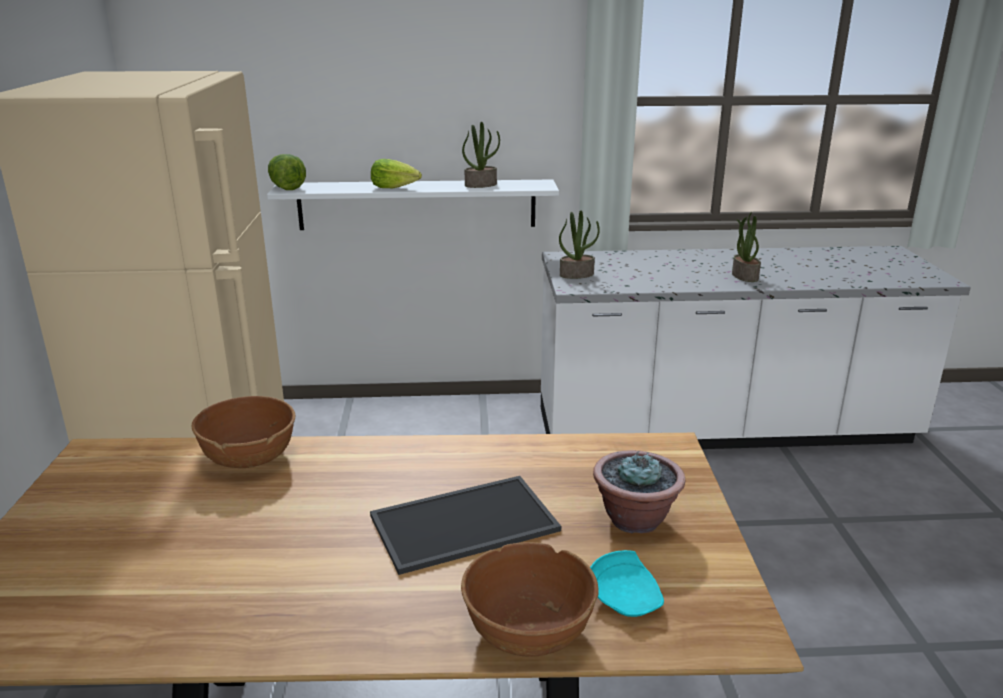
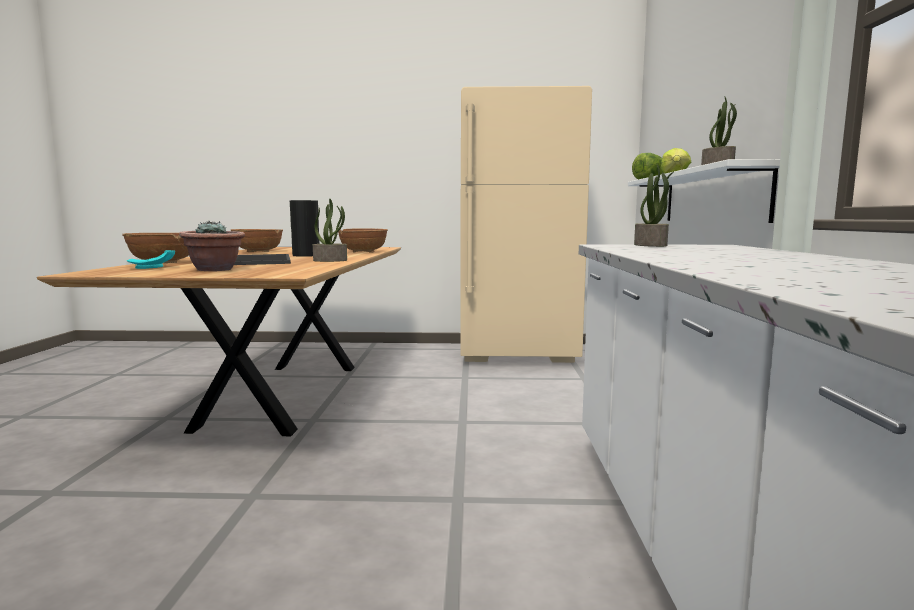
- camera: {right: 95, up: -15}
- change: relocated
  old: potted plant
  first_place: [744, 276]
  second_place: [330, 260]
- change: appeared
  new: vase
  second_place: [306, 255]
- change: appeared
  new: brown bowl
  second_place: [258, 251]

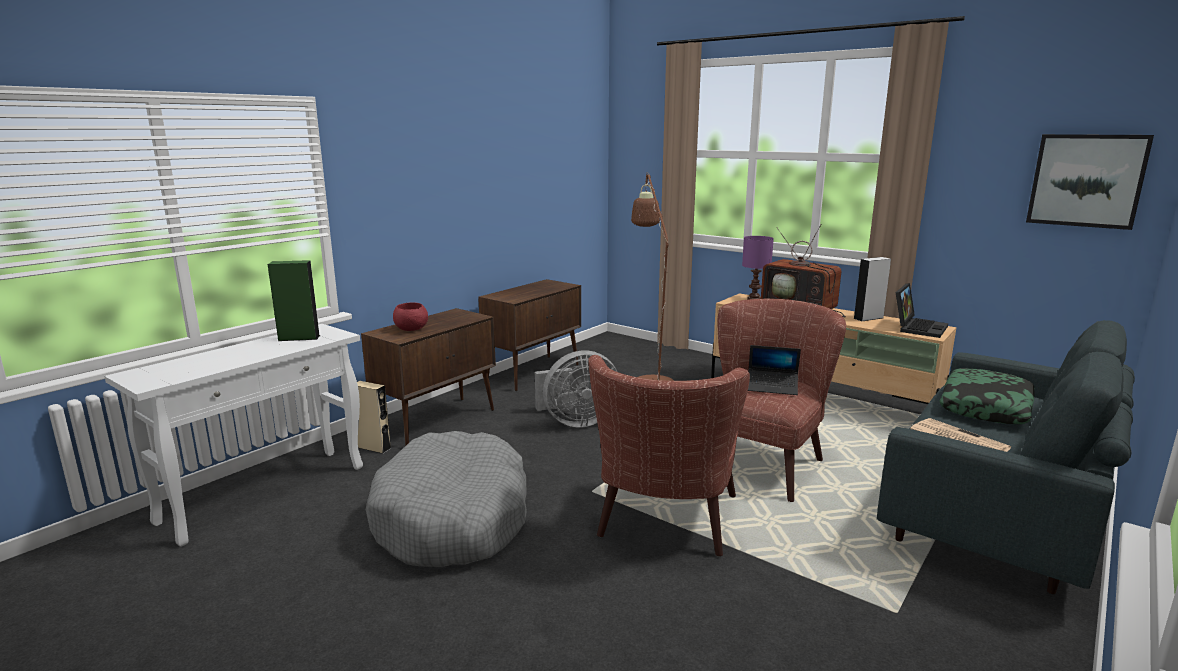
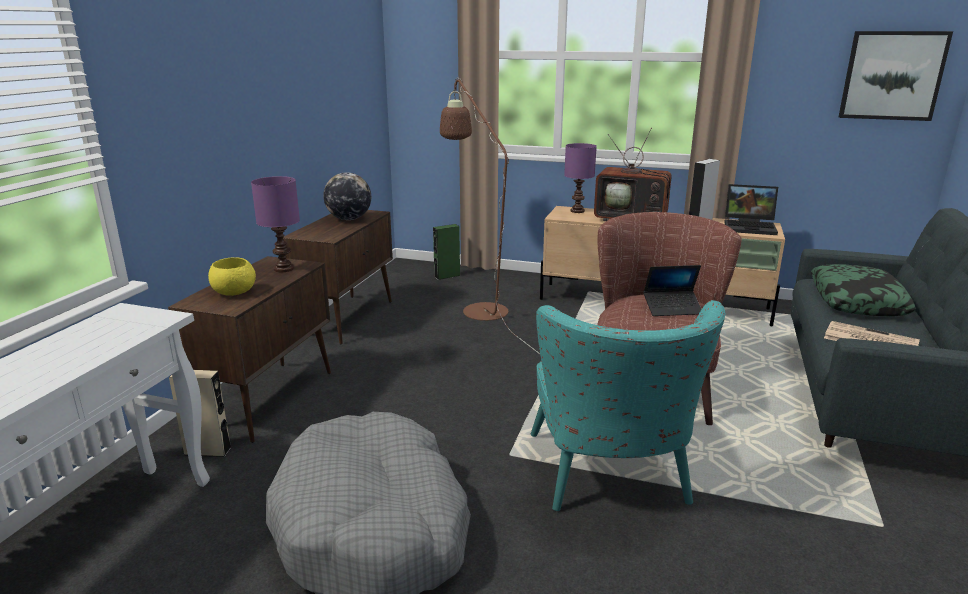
- camera: {right: -20, up: 5}
- change: relocated
  old: green speaker
  first_place: [299, 338]
  second_place: [447, 276]
- change: spun
  old: laptop
  first_place: [918, 327]
  second_place: [751, 227]
  degrees: 90
- change: colour
  old: red bowl
  new: yellow bowl
  first_place: [410, 329]
  second_place: [233, 293]
- change: missing
  old: grey fan
  first_place: [576, 422]
- change: colour
  old: brown armchair
  new: turquoise armchair
  first_place: [663, 525]
  second_place: [610, 479]
- change: appeared
  new: globe
  second_place: [349, 219]
- change: appeared
  new: purple table lamp
  second_place: [283, 269]

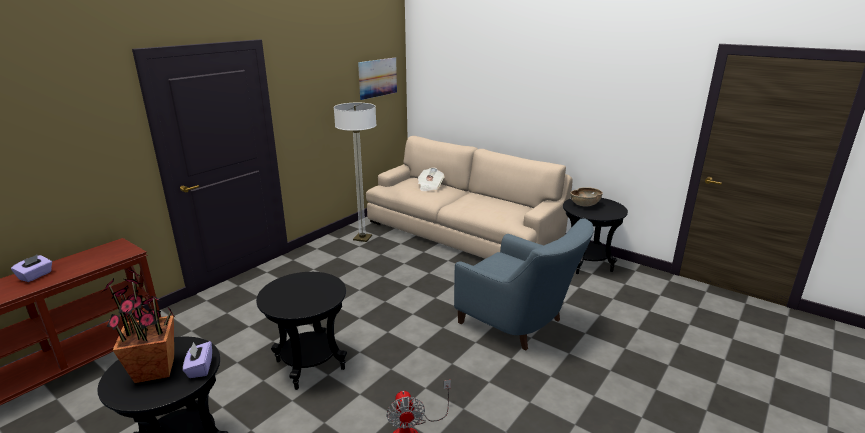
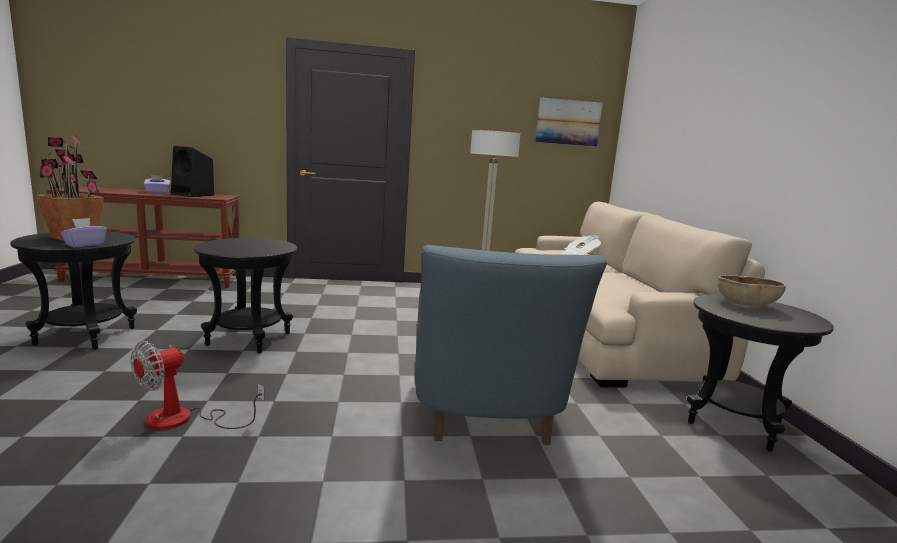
- camera: {right: 45, up: -10}
- change: appeared
  new: black speaker
  second_place: [193, 195]

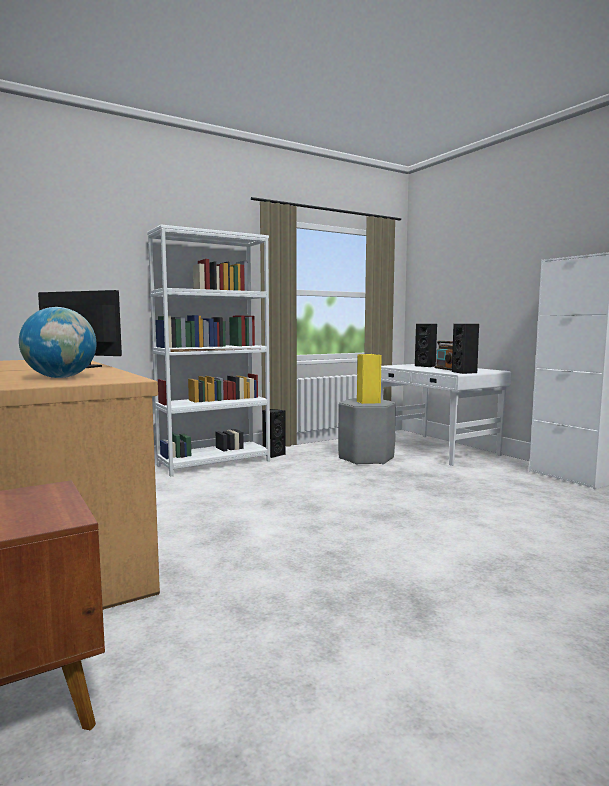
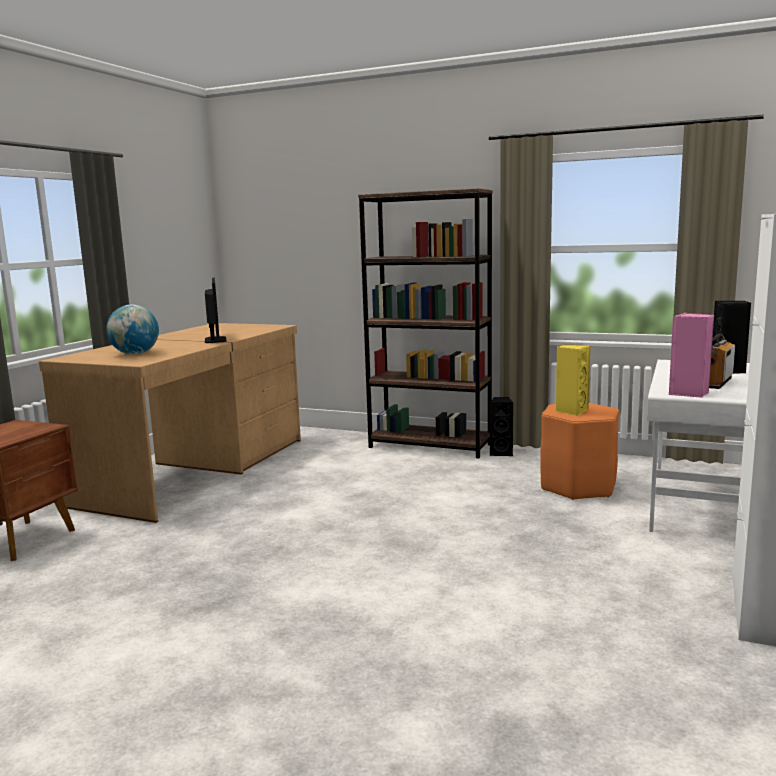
- camera: {right: 55, up: 5}
- change: colour
  old: white bookcase
  new: brown bookcase
  first_place: [214, 463]
  second_place: [430, 446]
- change: colour
  old: black speaker
  new: pink speaker
  first_place: [465, 372]
  second_place: [689, 393]
- change: colour
  old: grey stool
  new: orange stool
  first_place: [365, 458]
  second_place: [578, 487]

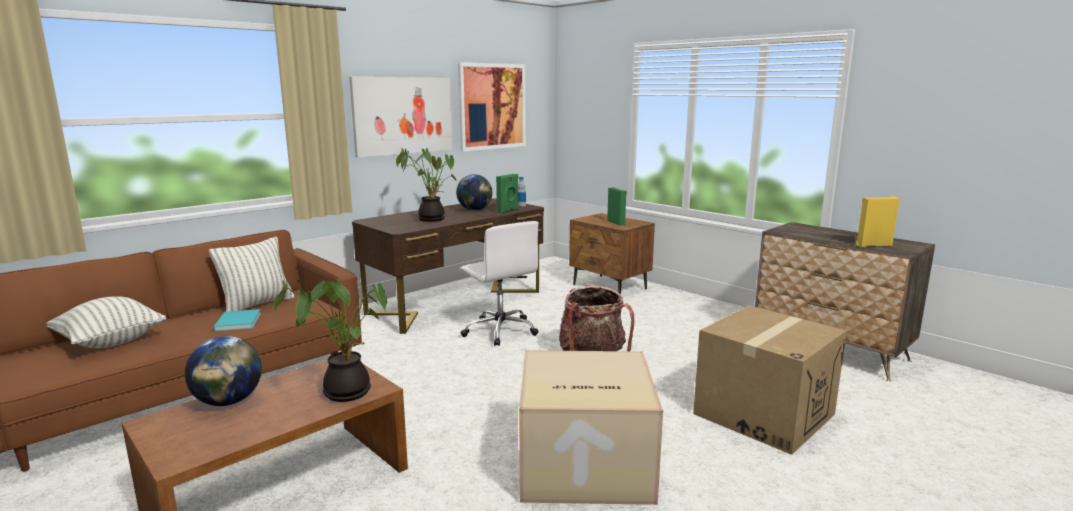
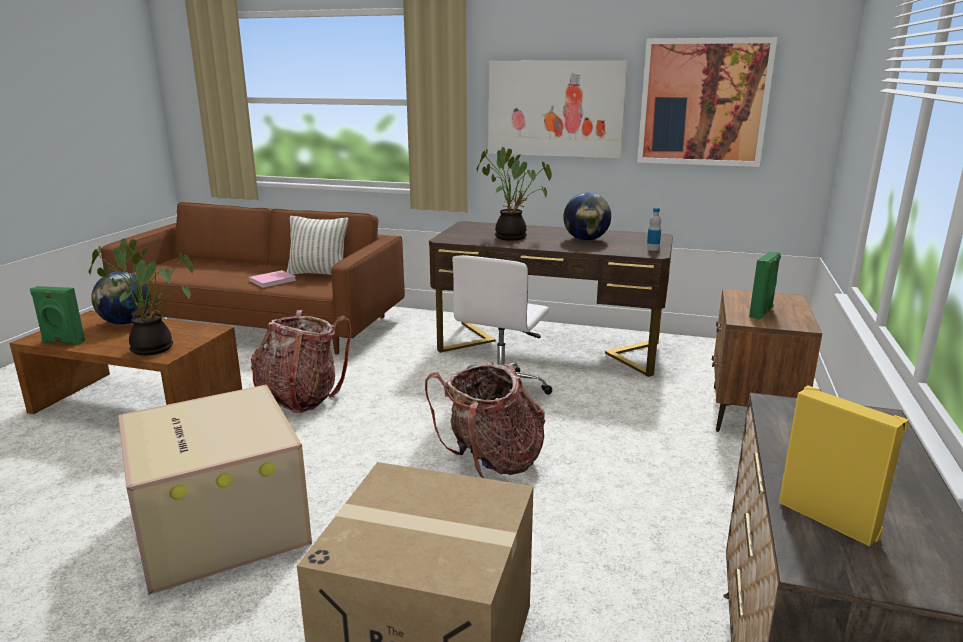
- camera: {right: 60, up: 5}
- change: relocated
  old: green speaker
  first_place: [508, 211]
  second_place: [62, 342]
- change: missing
  old: pillow
  first_place: [110, 342]
- change: colour
  old: turquoise book
  new: pink book
  first_place: [238, 321]
  second_place: [274, 280]
- change: appeared
  new: backpack
  second_place: [300, 397]

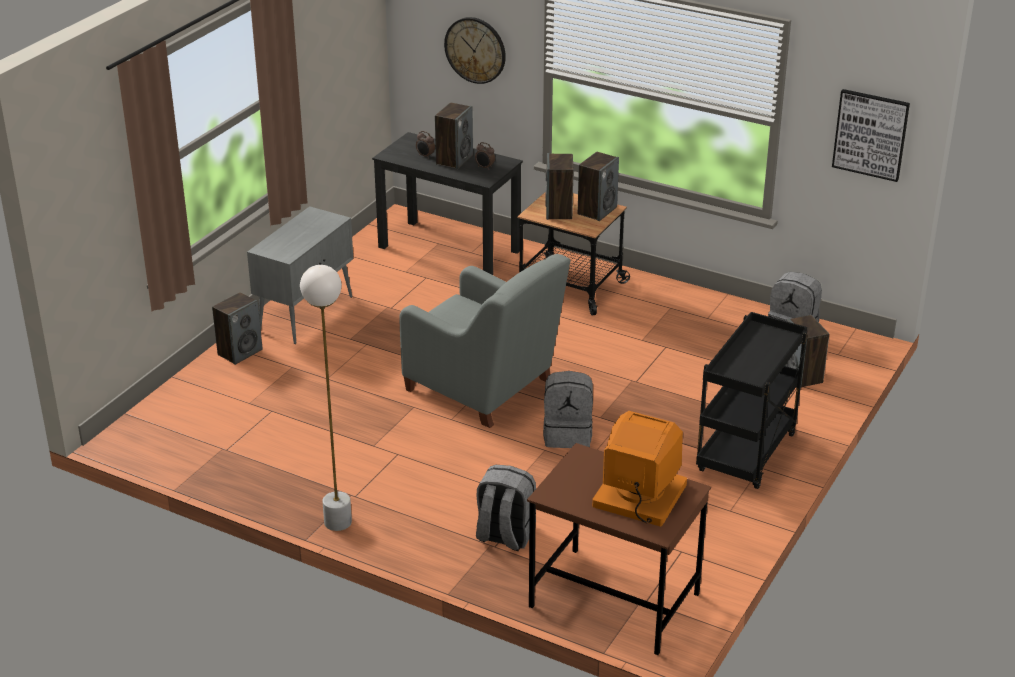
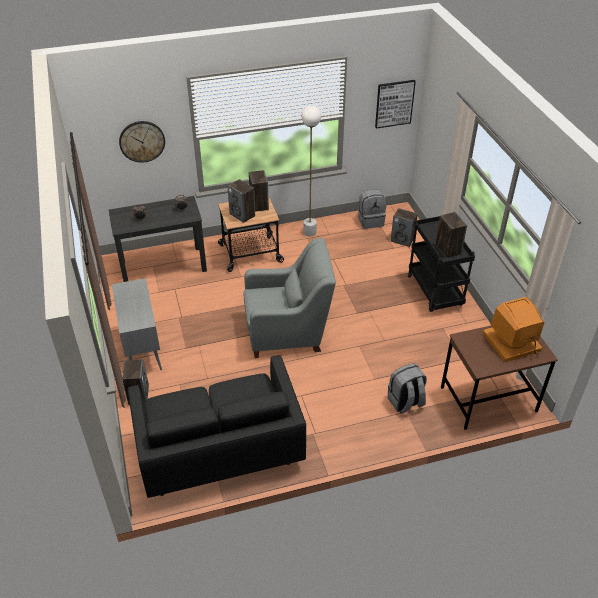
- camera: {right: -45, up: 10}
- change: relocated
  old: speaker
  first_place: [454, 160]
  second_place: [447, 249]
- change: relocated
  old: white floor lamp
  first_place: [337, 522]
  second_place: [309, 232]
- change: missing
  old: grey backpack
  first_place: [568, 435]
- change: appeared
  new: black sofa
  second_place: [219, 450]

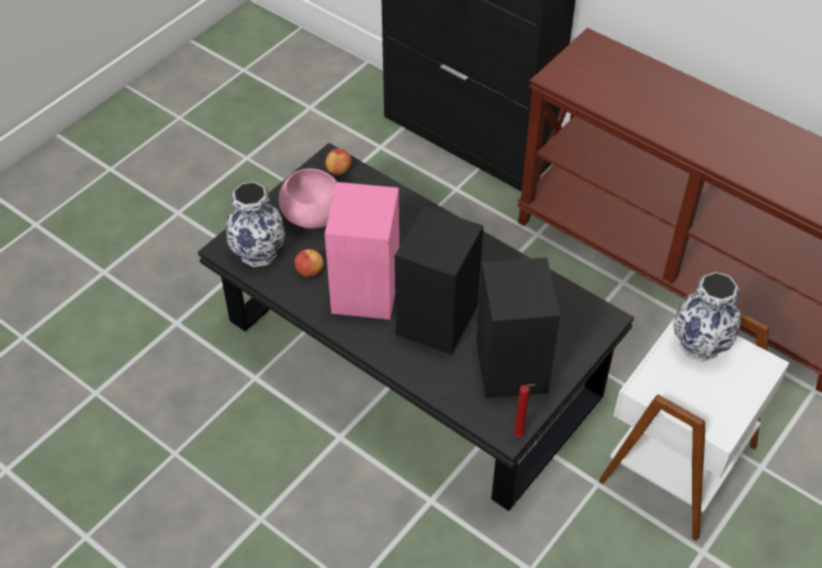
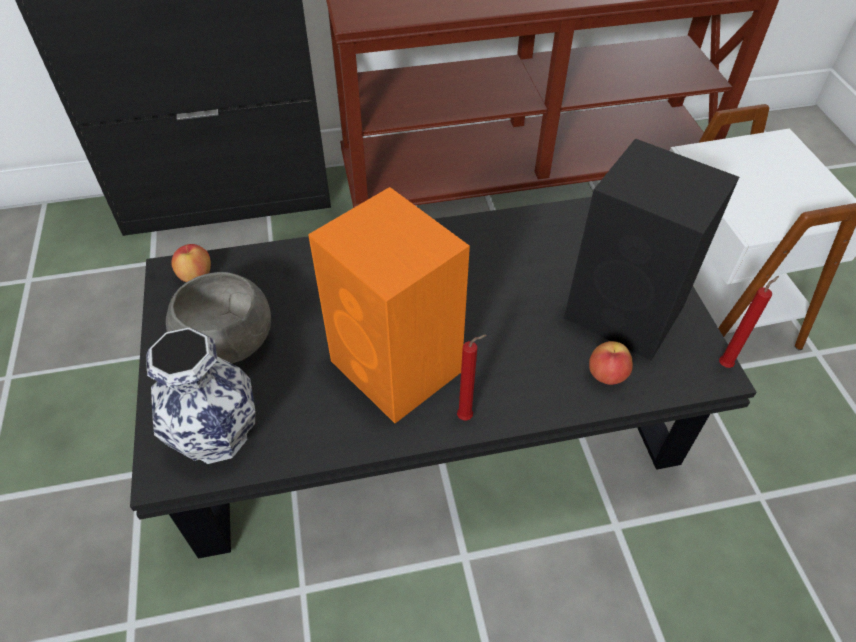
- camera: {right: -50, up: 0}
- change: colour
  old: pink bowl
  new: grey bowl
  first_place: [313, 215]
  second_place: [228, 341]
- change: colour
  old: pink speaker
  new: orange speaker
  first_place: [365, 292]
  second_place: [398, 368]
- change: missing
  old: black speaker
  first_place: [438, 318]
- change: relocated
  old: apple
  first_place: [309, 271]
  second_place: [606, 375]
- change: missing
  old: vase
  first_place: [698, 345]
- change: appeared
  new: red candle
  second_place: [467, 417]

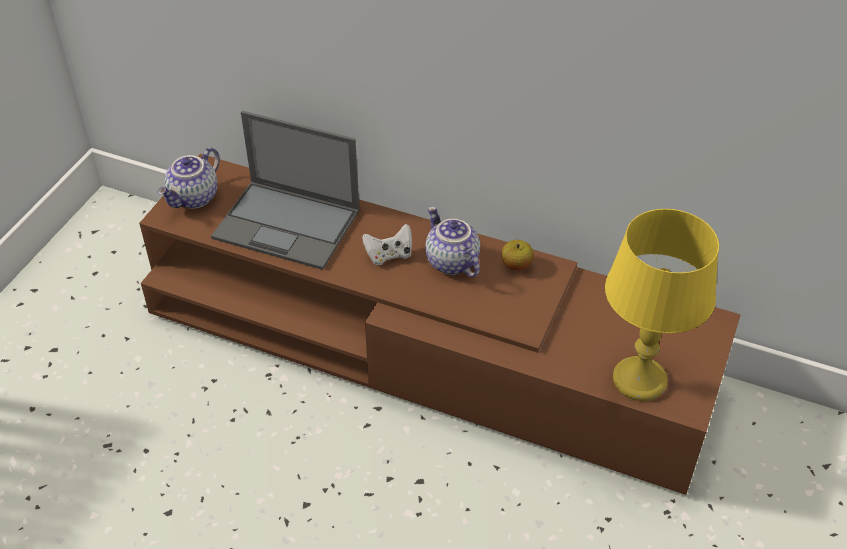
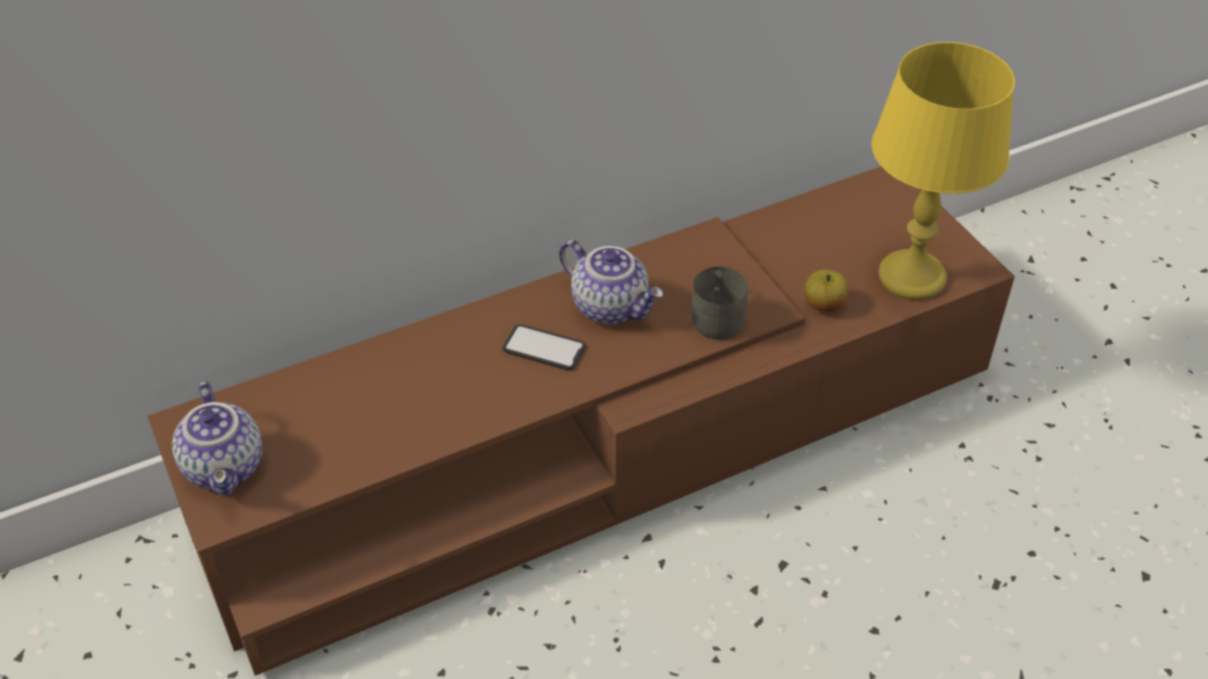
- camera: {right: -50, up: 0}
- change: missing
  old: laptop
  first_place: [288, 224]
- change: spun
  old: teapot
  first_place: [450, 262]
  second_place: [611, 306]
  degrees: -150
- change: exchanged
  old: white game controller
  new: phone
  first_place: [389, 255]
  second_place: [544, 348]
- change: relocated
  old: apple
  first_place: [516, 265]
  second_place: [824, 305]
- change: appeared
  new: grey mug
  second_place: [718, 316]

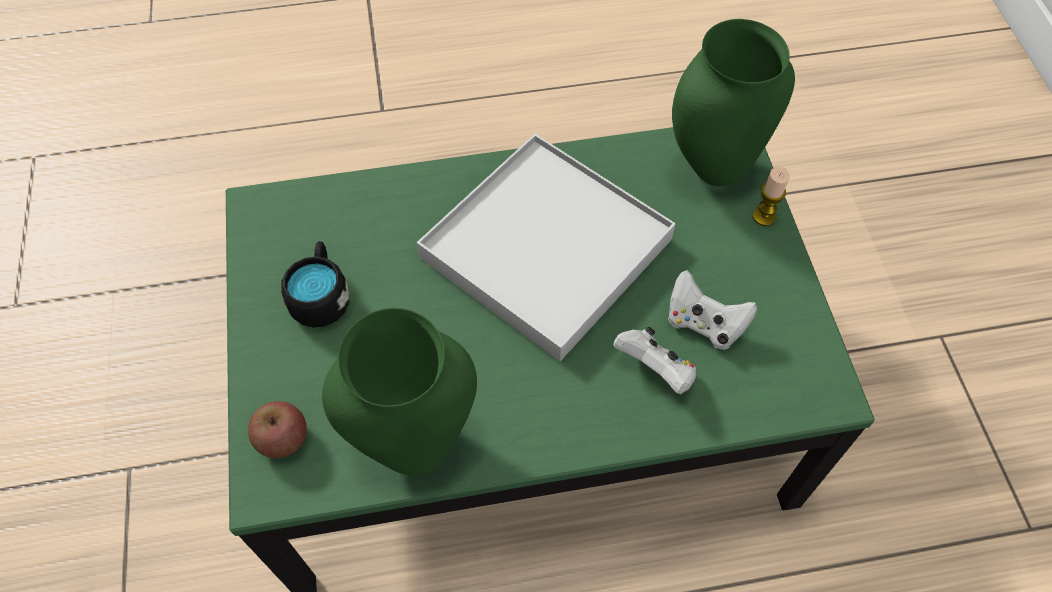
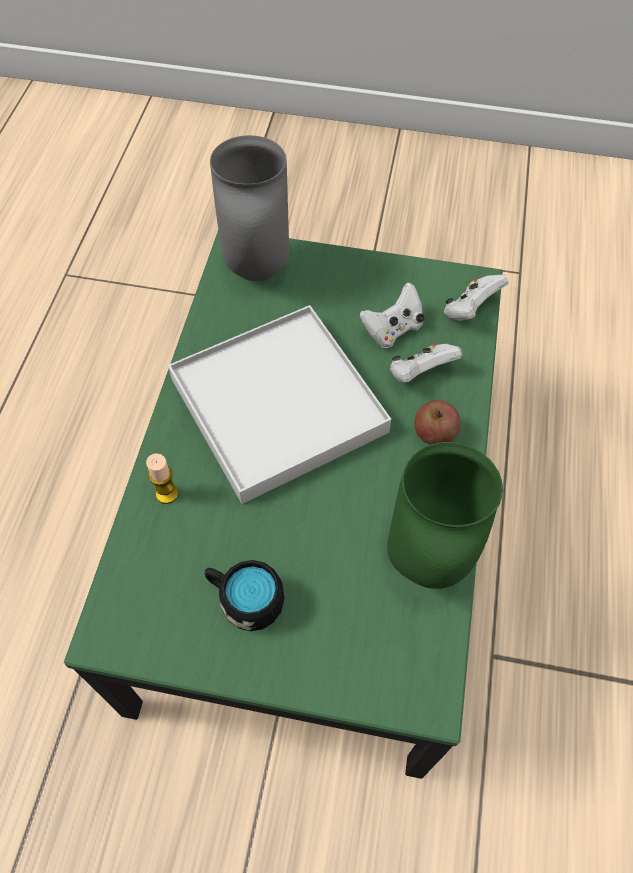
- camera: {right: -70, up: 0}
- change: colour
  old: green vase
  new: grey vase
  first_place: [713, 171]
  second_place: [259, 270]
- change: relocated
  old: candle
  first_place: [764, 216]
  second_place: [167, 493]
- change: relocated
  old: apple
  first_place: [283, 438]
  second_place: [434, 433]
- change: appeared
  new: white game controller
  second_place: [470, 310]

